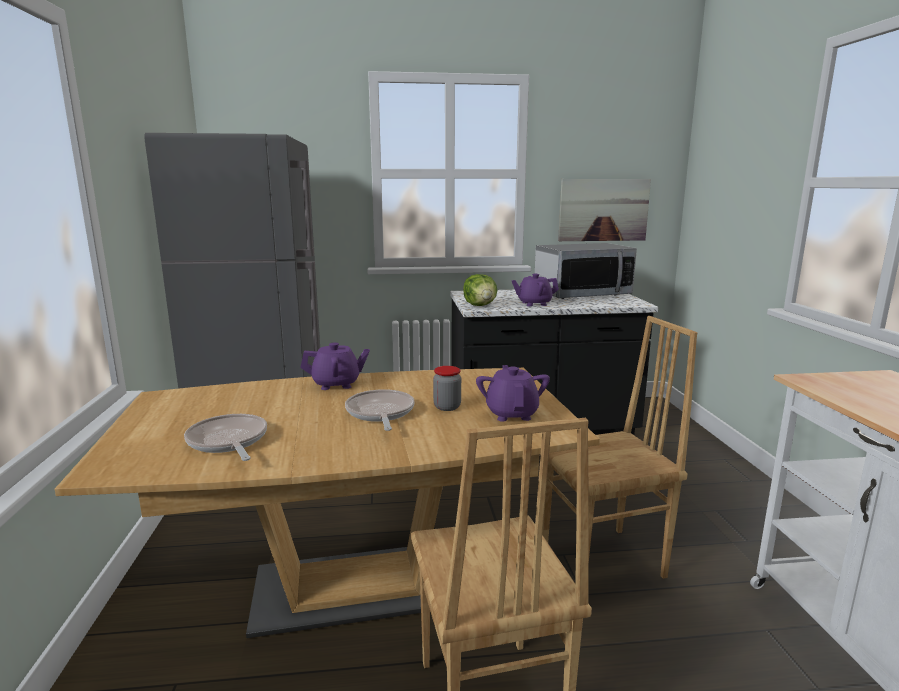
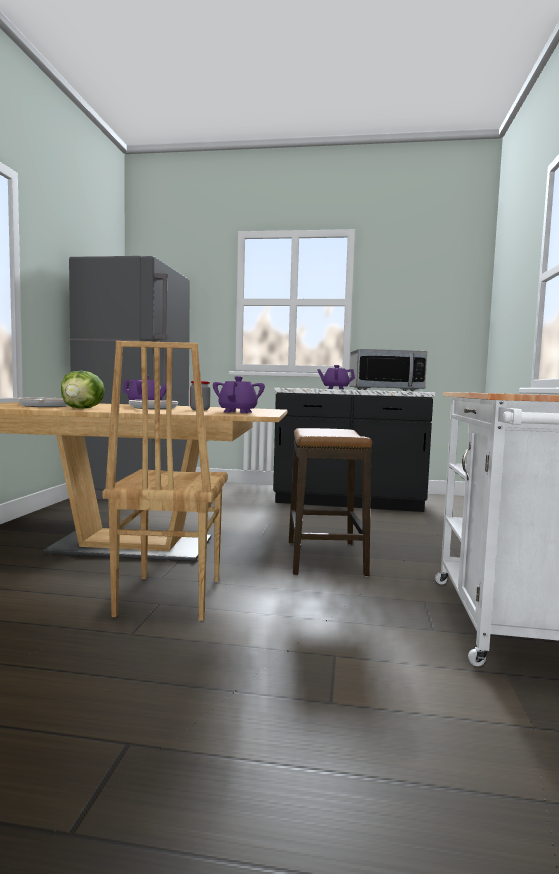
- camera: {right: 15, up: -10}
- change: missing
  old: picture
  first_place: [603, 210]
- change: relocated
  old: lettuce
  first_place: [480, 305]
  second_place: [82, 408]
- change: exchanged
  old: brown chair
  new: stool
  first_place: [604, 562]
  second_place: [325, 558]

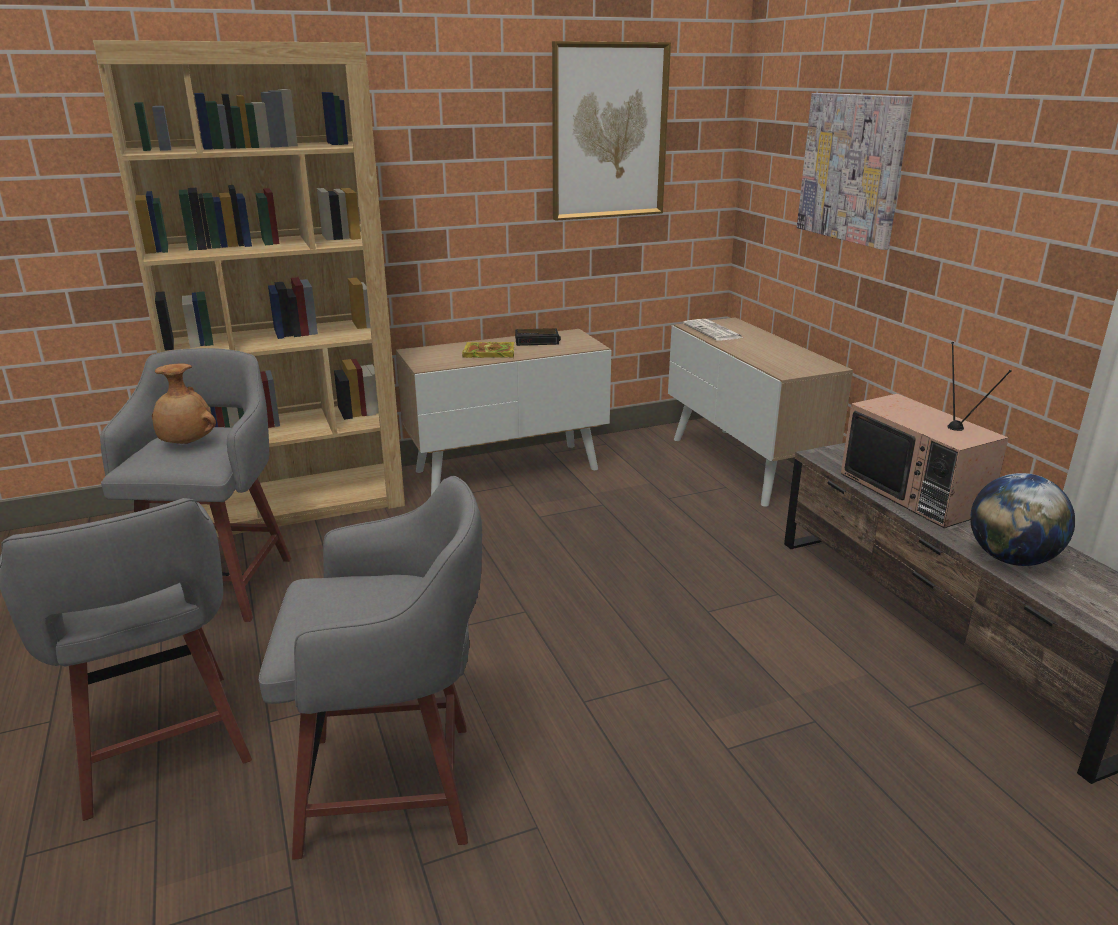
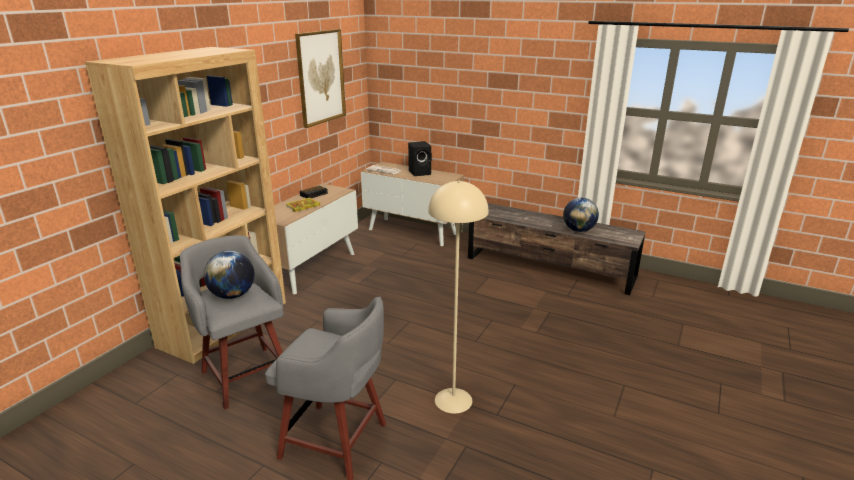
- camera: {right: -40, up: 0}
- change: missing
  old: picture
  first_place: [852, 168]
- change: missing
  old: television
  first_place: [916, 493]
- change: exchanged
  old: brown vase
  new: globe
  first_place: [186, 443]
  second_place: [232, 295]
- change: exchanged
  old: grey stool
  new: beige floor lamp
  first_place: [395, 787]
  second_place: [453, 400]
- change: appeared
  new: black speaker
  second_place: [420, 172]

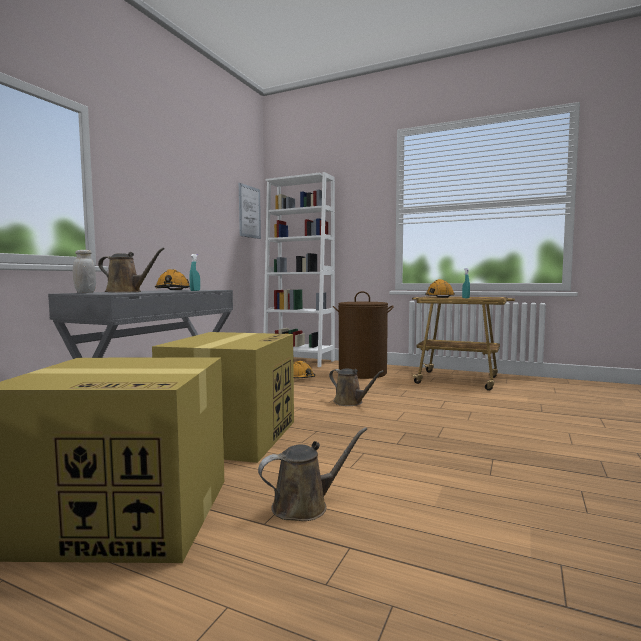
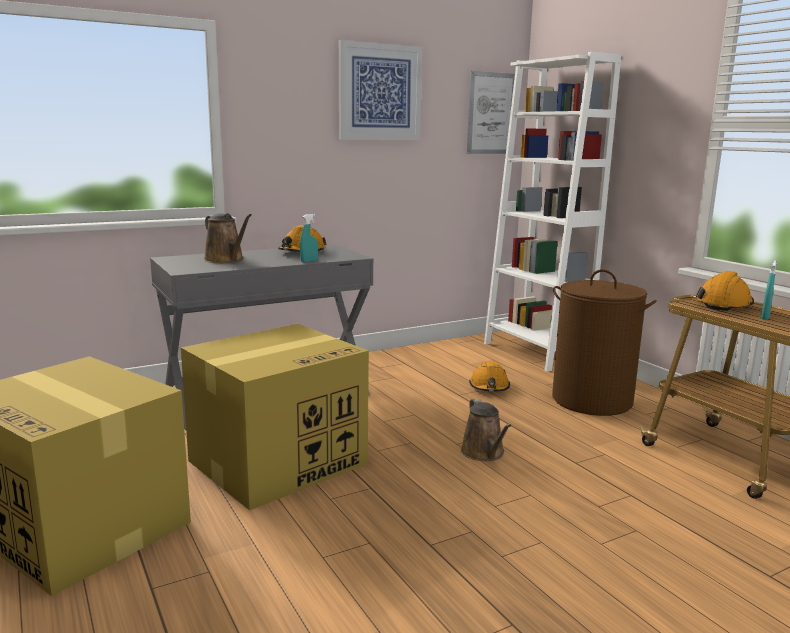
- camera: {right: 35, up: 10}
- change: missing
  old: white jar
  first_place: [85, 292]
- change: missing
  old: brown watering can
  first_place: [305, 505]
- change: appeared
  new: picture
  second_place: [380, 92]

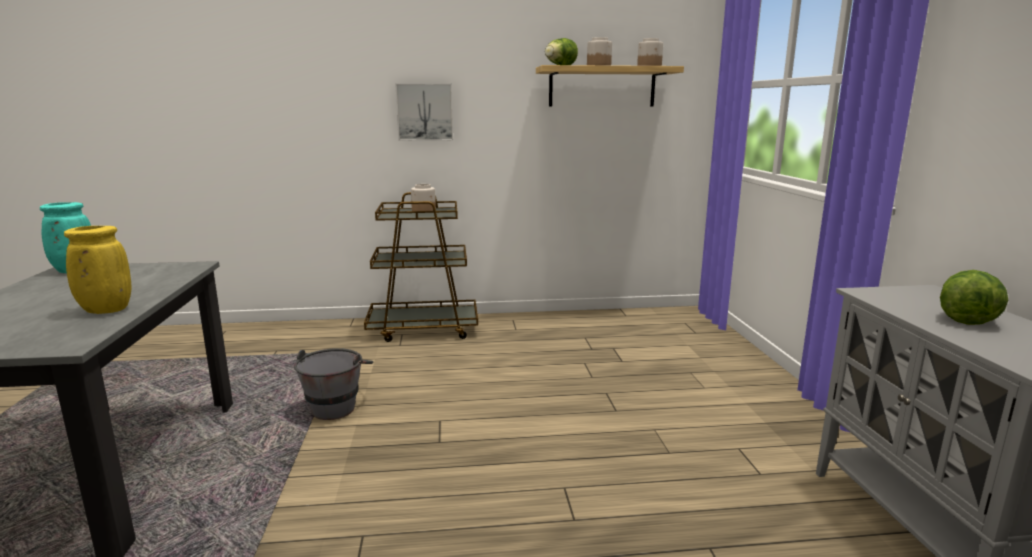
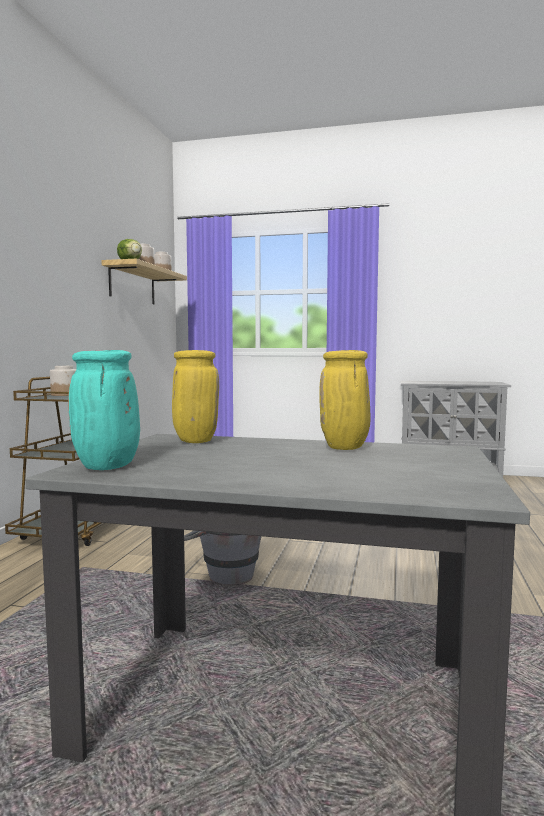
- camera: {right: -70, up: -10}
- change: missing
  old: picture
  first_place: [425, 112]
- change: missing
  old: lettuce
  first_place: [966, 318]
- change: appeared
  new: yellow vase
  second_place: [194, 441]

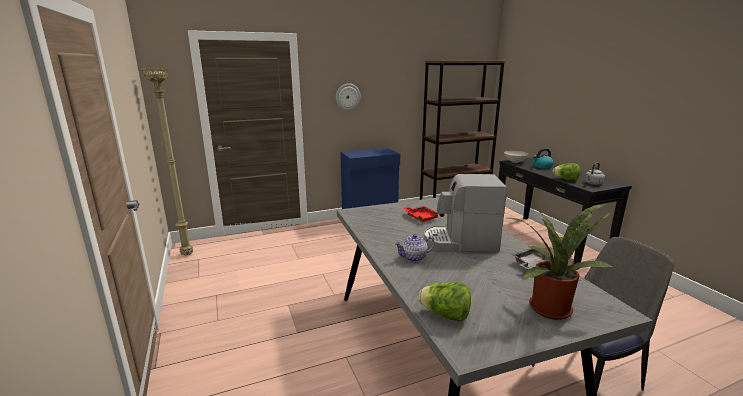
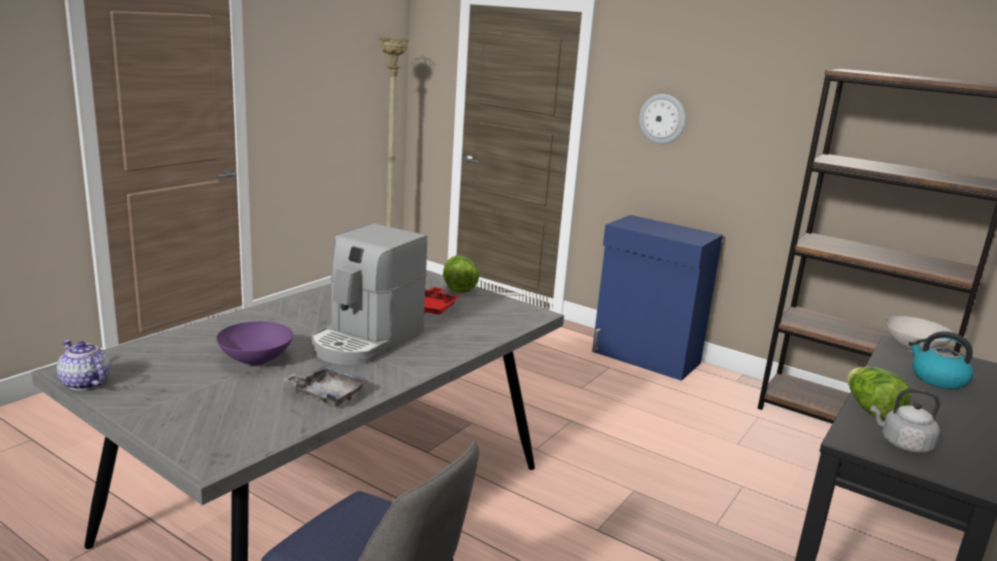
- camera: {right: 55, up: 0}
- change: spun
  old: coffee machine
  first_place: [460, 242]
  second_place: [366, 341]
  degrees: -120
- change: missing
  old: potted plant
  first_place: [548, 306]
- change: relocated
  old: teapot
  first_place: [414, 257]
  second_place: [85, 383]
- change: relocated
  old: lettuce
  first_place: [445, 315]
  second_place: [458, 288]
- change: appeared
  new: purple bowl
  second_place: [256, 360]

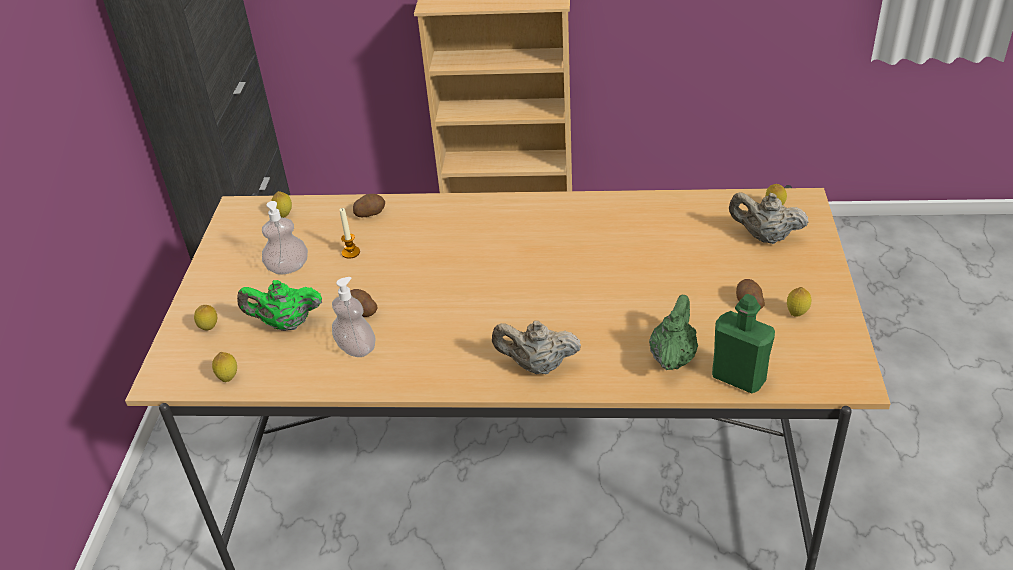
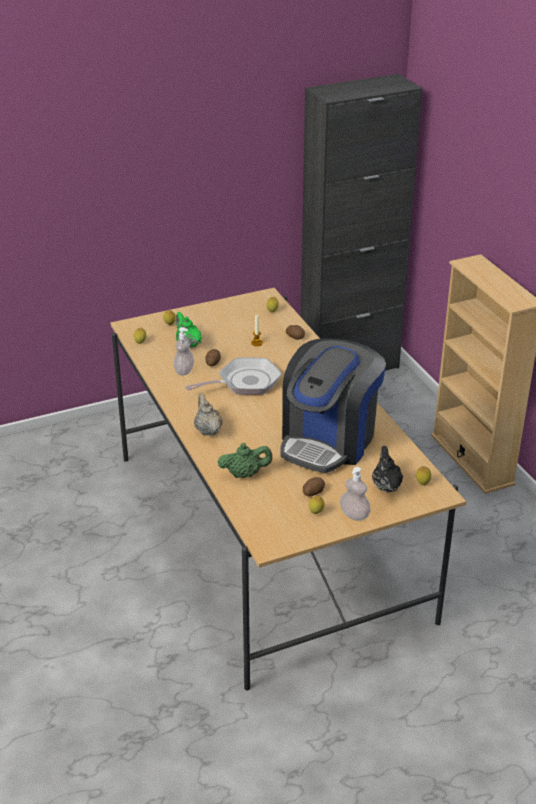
- camera: {right: 60, up: -5}
- change: colour
  old: beige teapot
  new: black teapot
  first_place: [765, 237]
  second_place: [386, 486]
- change: relocated
  old: soap dispenser
  first_place: [288, 268]
  second_place: [354, 515]
- change: missing
  old: green bottle
  first_place: [738, 378]
- change: appeared
  new: coffee machine
  second_place: [329, 440]
- change: appeared
  new: frying pan
  second_place: [244, 382]

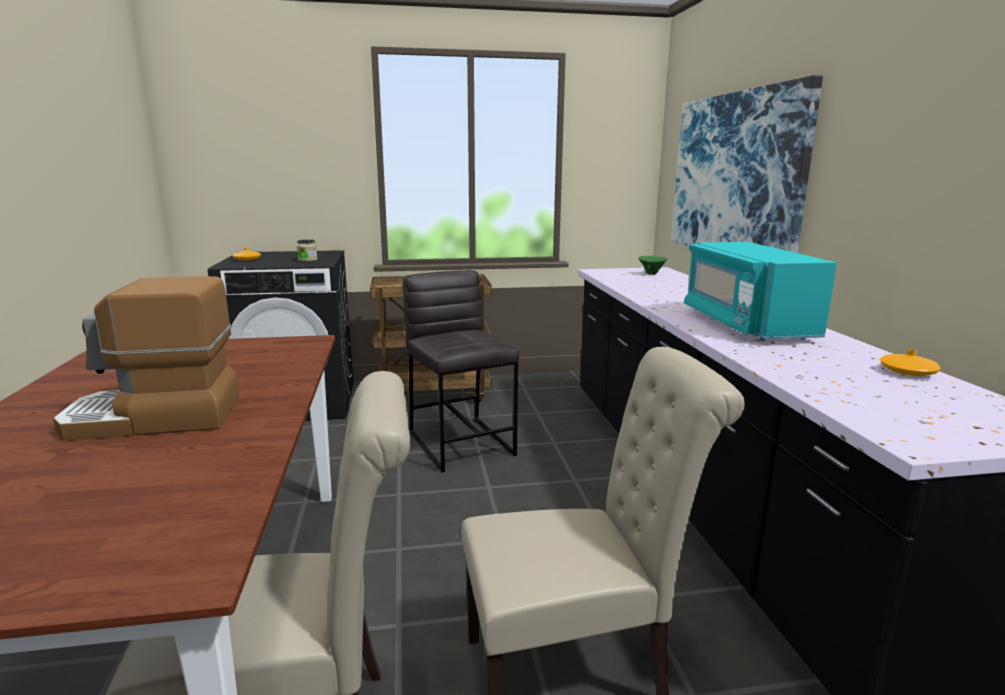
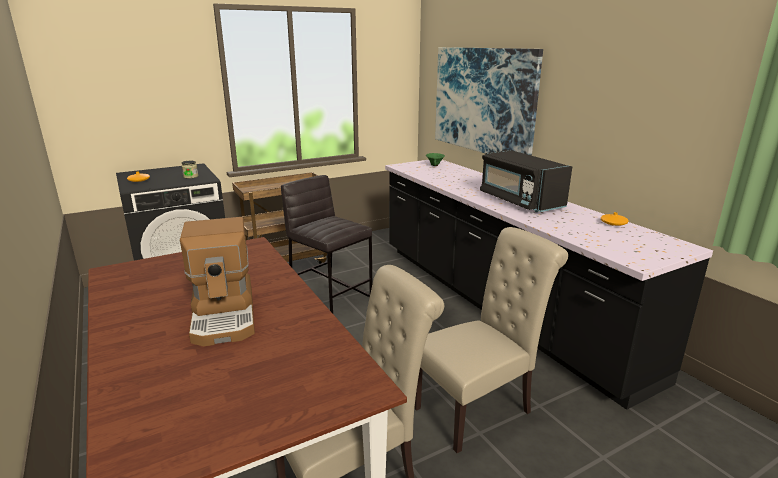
- camera: {right: -20, up: 5}
- change: colour
  old: turquoise microwave
  new: black microwave
  first_place: [745, 324]
  second_place: [519, 201]
- change: spun
  old: coffee machine
  first_place: [154, 418]
  second_place: [225, 315]
  degrees: -75

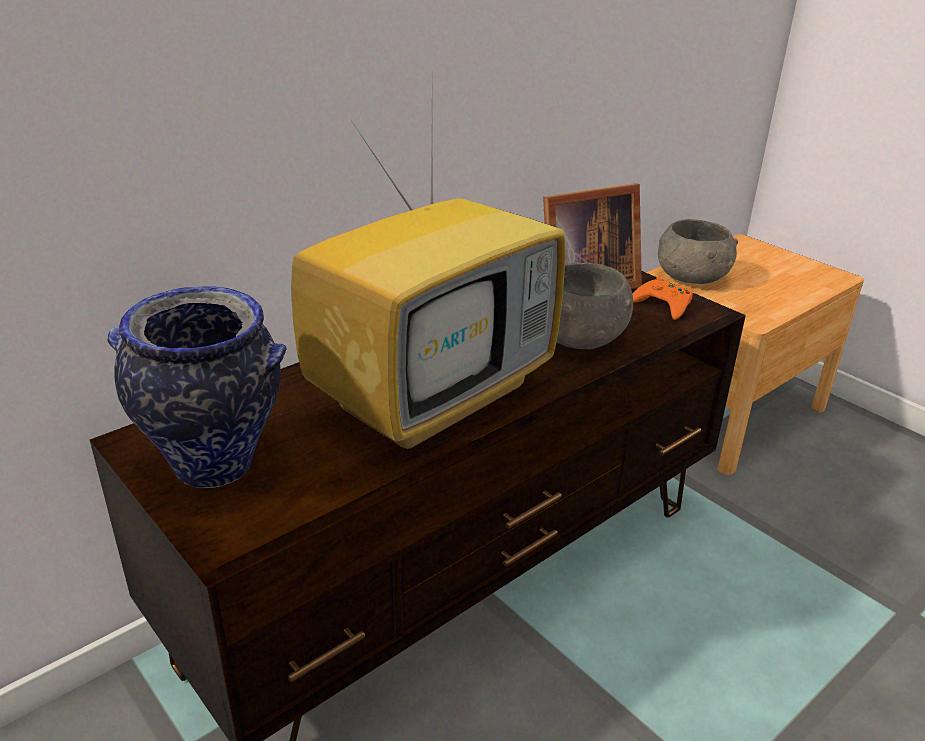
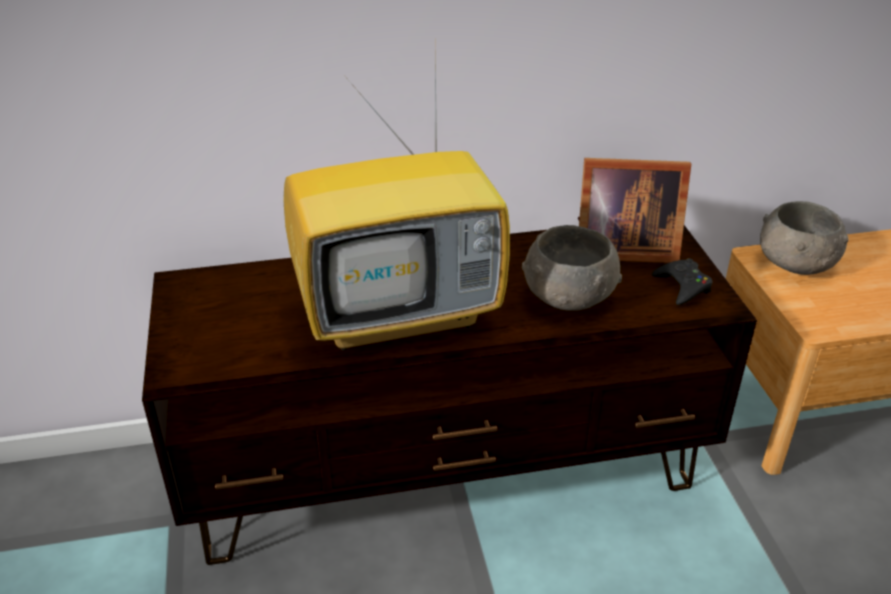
- camera: {right: 30, up: 5}
- change: colour
  old: orange game controller
  new: black game controller
  first_place: [663, 304]
  second_place: [682, 286]
- change: missing
  old: vase
  first_place: [216, 466]

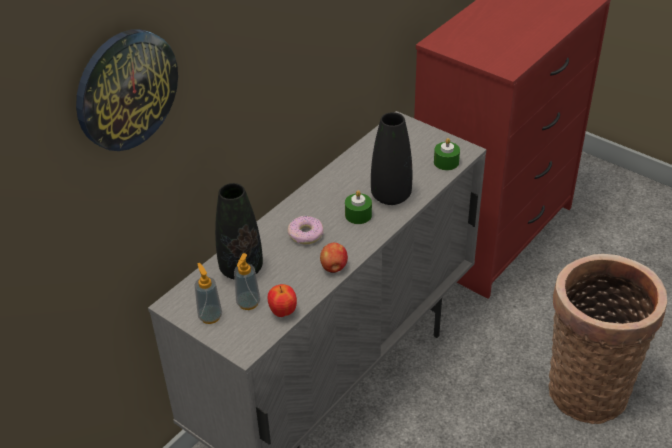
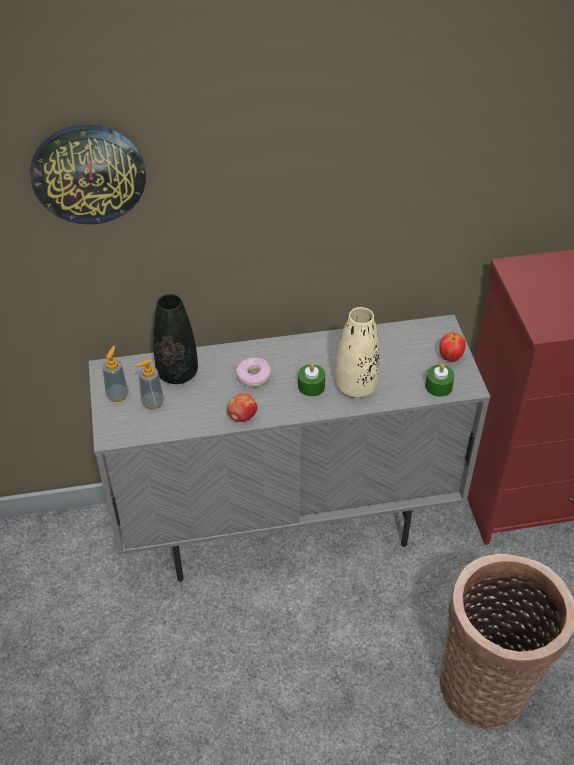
- camera: {right: 40, up: 5}
- change: colour
  old: black vase
  new: beige vase
  first_place: [391, 196]
  second_place: [356, 387]
- change: relocated
  old: apple
  first_place: [283, 312]
  second_place: [450, 357]

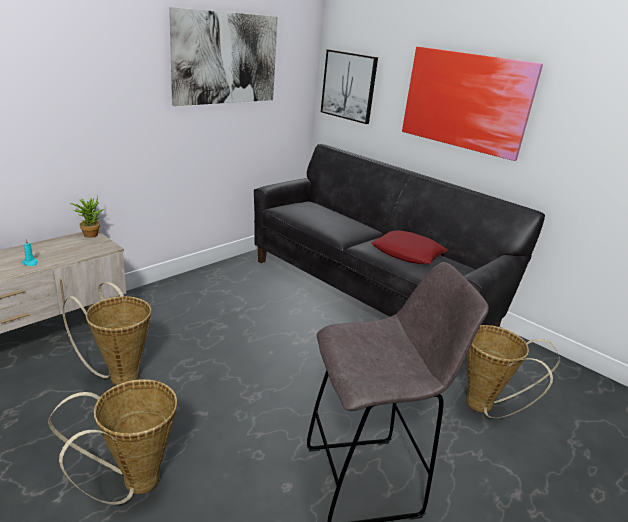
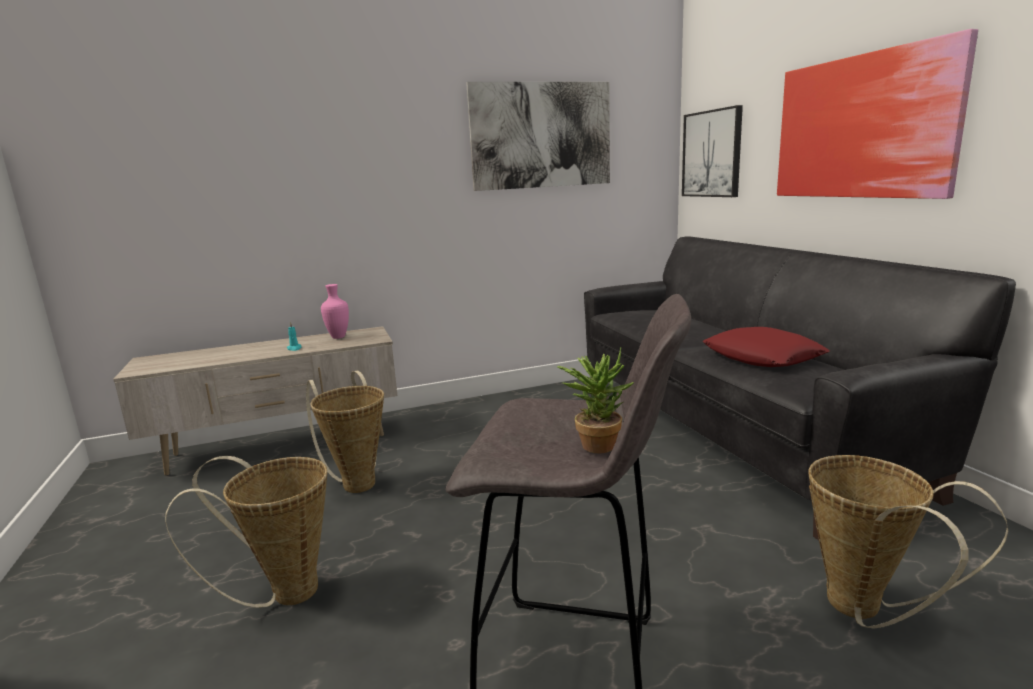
- camera: {right: 30, up: -10}
- change: relocated
  old: potted plant
  first_place: [90, 234]
  second_place: [596, 443]
- change: appeared
  new: pink vase
  second_place: [337, 337]

